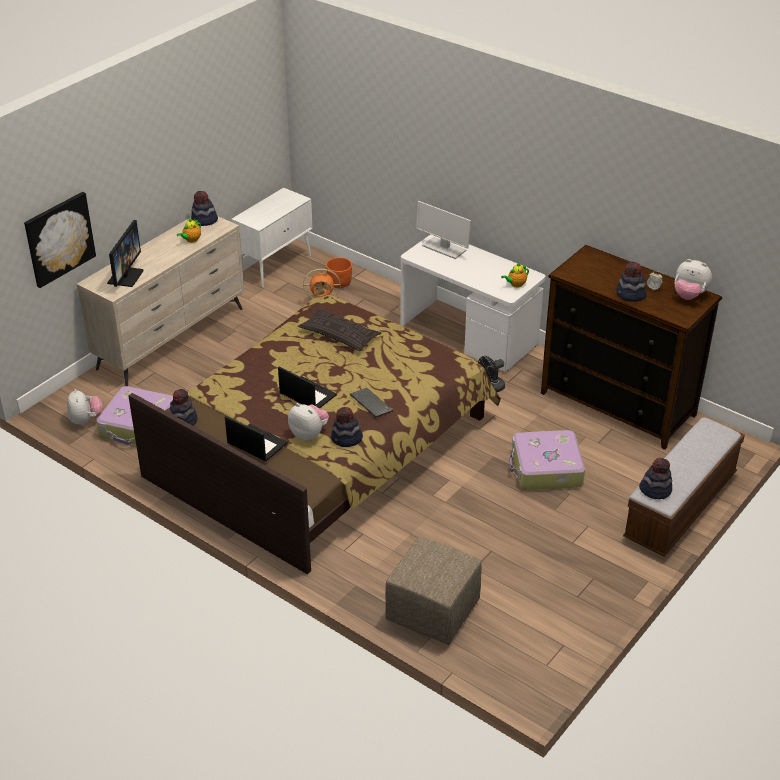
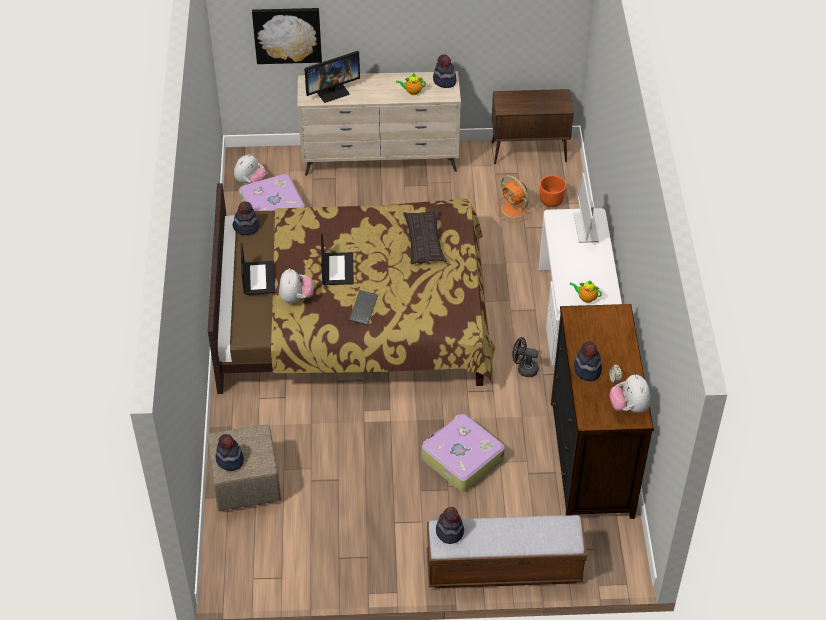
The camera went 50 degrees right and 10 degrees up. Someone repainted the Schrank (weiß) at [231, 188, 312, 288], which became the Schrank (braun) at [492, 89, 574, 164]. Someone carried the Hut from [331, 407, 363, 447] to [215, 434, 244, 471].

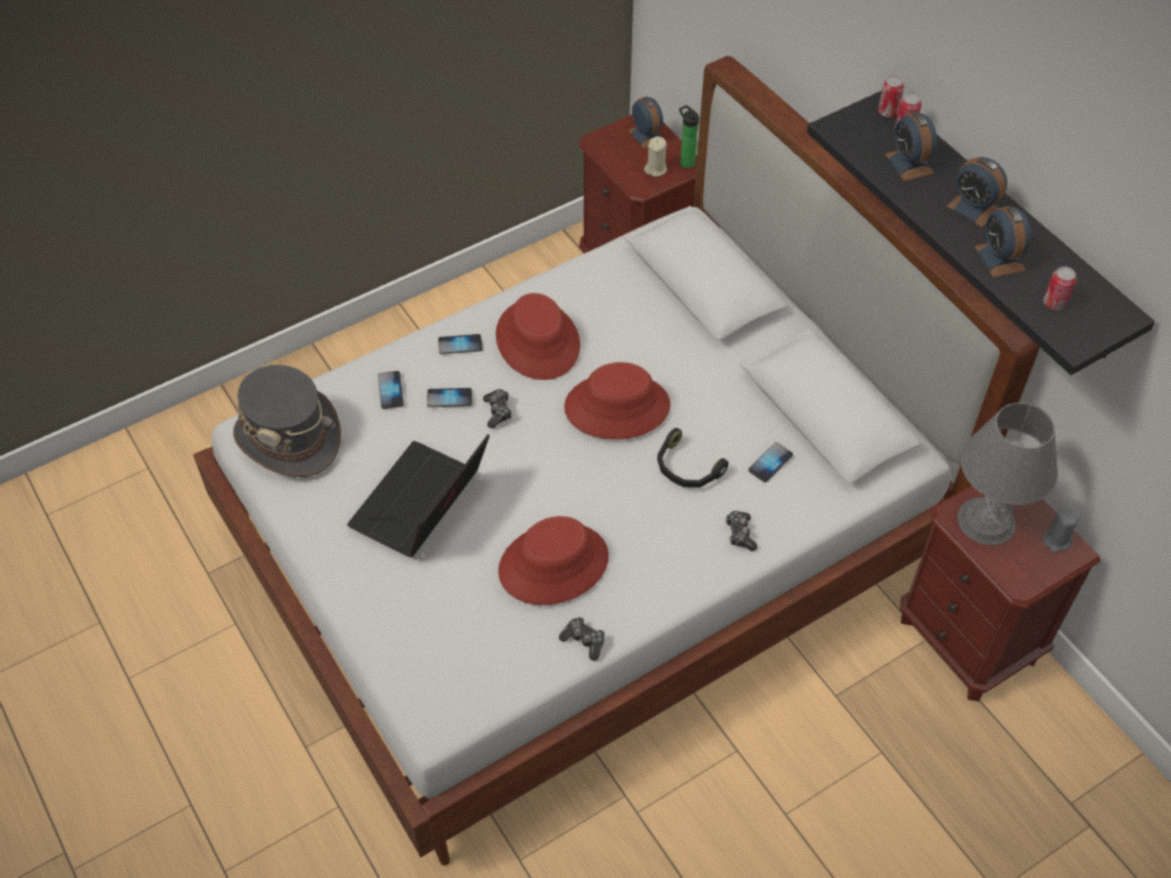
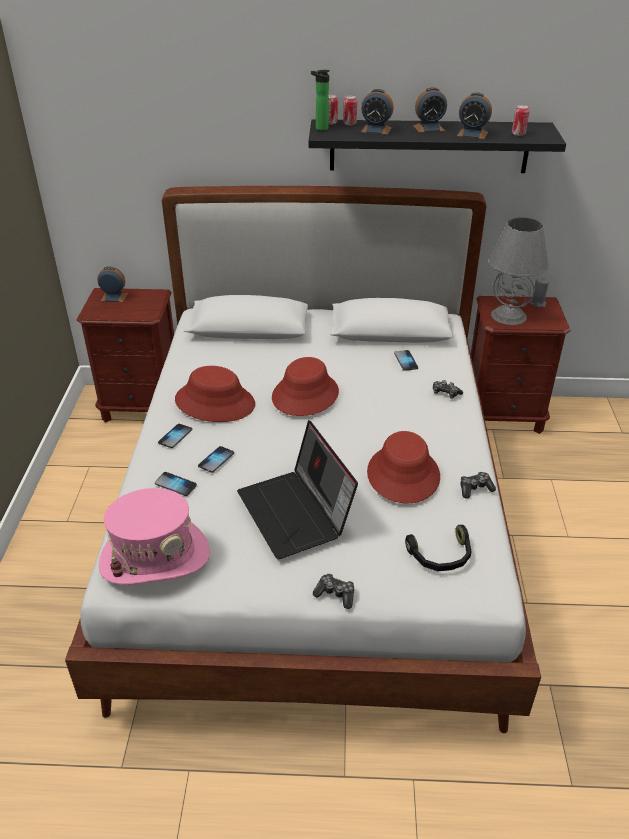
The camera went 55 degrees left and 15 degrees down. Someone carried the Flasche from [679, 105, 699, 168] to [311, 70, 330, 131]. Someone took away the Kerze (beige) at [644, 136, 667, 177]. Someone repainted the Hut (grau) at [233, 365, 341, 477], which became the Hut (rosa) at [99, 488, 210, 585]. Someone carried the Gamepad from [483, 389, 512, 428] to [313, 574, 354, 609]. Someone carried the Kopfhörer (schwarz) from [657, 428, 728, 488] to [405, 525, 471, 571].

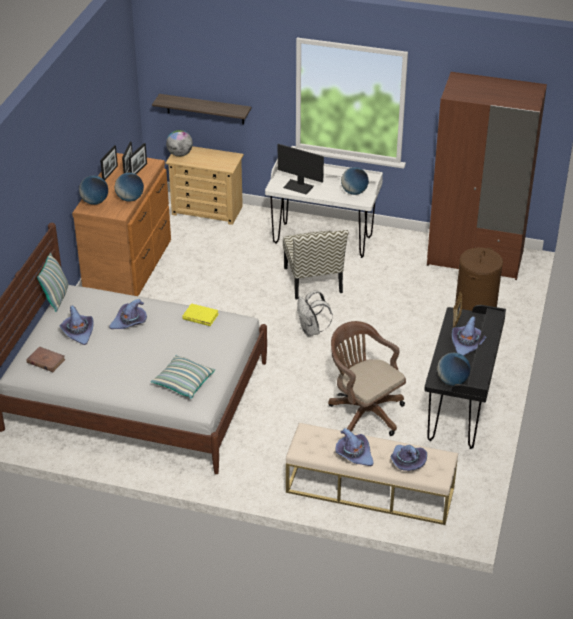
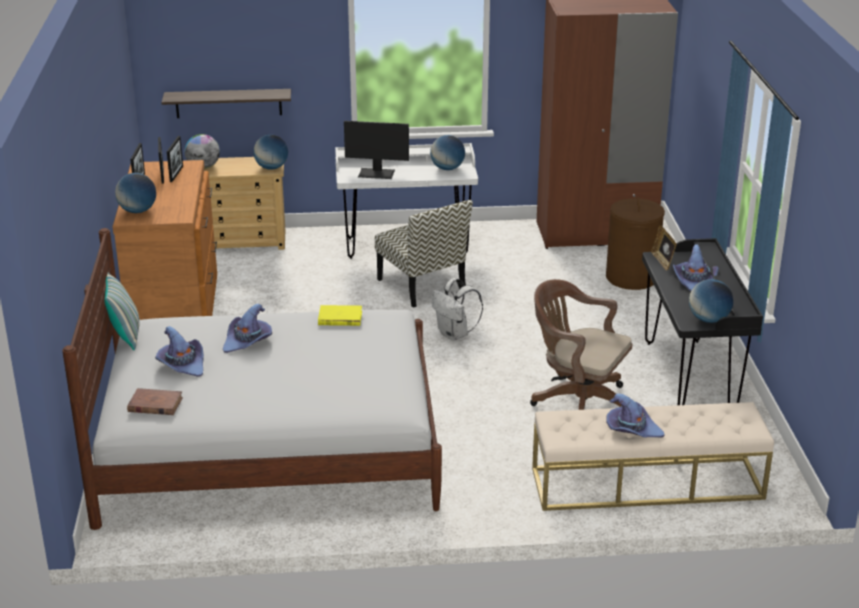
The camera went 20 degrees left and 10 degrees down. Someone carried the Globus from [115, 173, 144, 202] to [253, 135, 288, 170]. Someone took away the Kissen at [151, 355, 215, 399]. Someone took away the Hut (lila) at [390, 445, 427, 471].

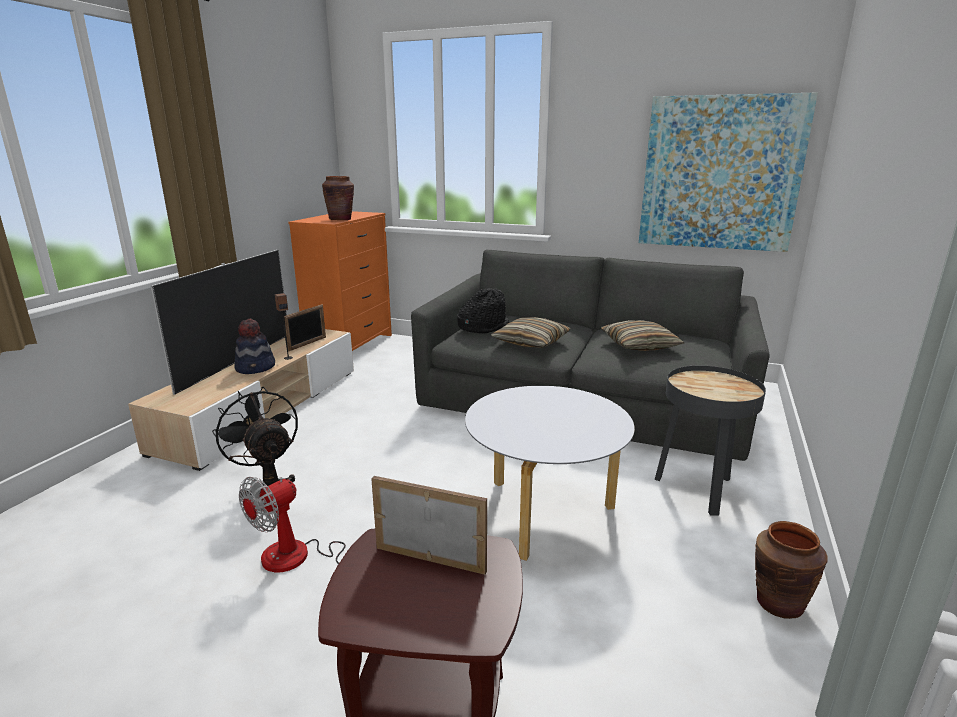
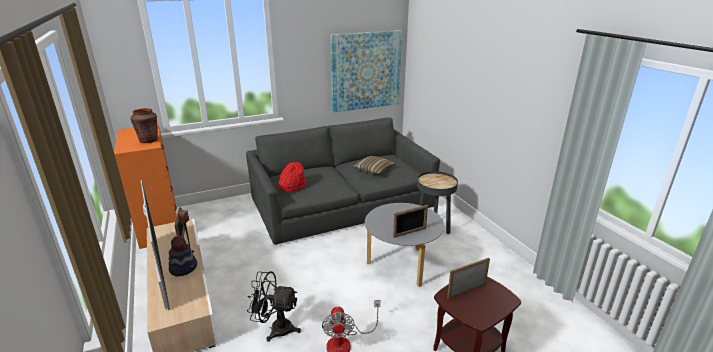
The camera went 45 degrees left and 5 degrees up. Someone repainted the Hut (schwarz) at [457, 288, 509, 333], which became the Hut (rot) at [279, 162, 306, 192]. Someone took away the Kissen at [491, 317, 571, 348]. Someone took away the Vase (braun) at [755, 521, 828, 619]. Someone put down the Bilderrahmen at [393, 205, 428, 238].

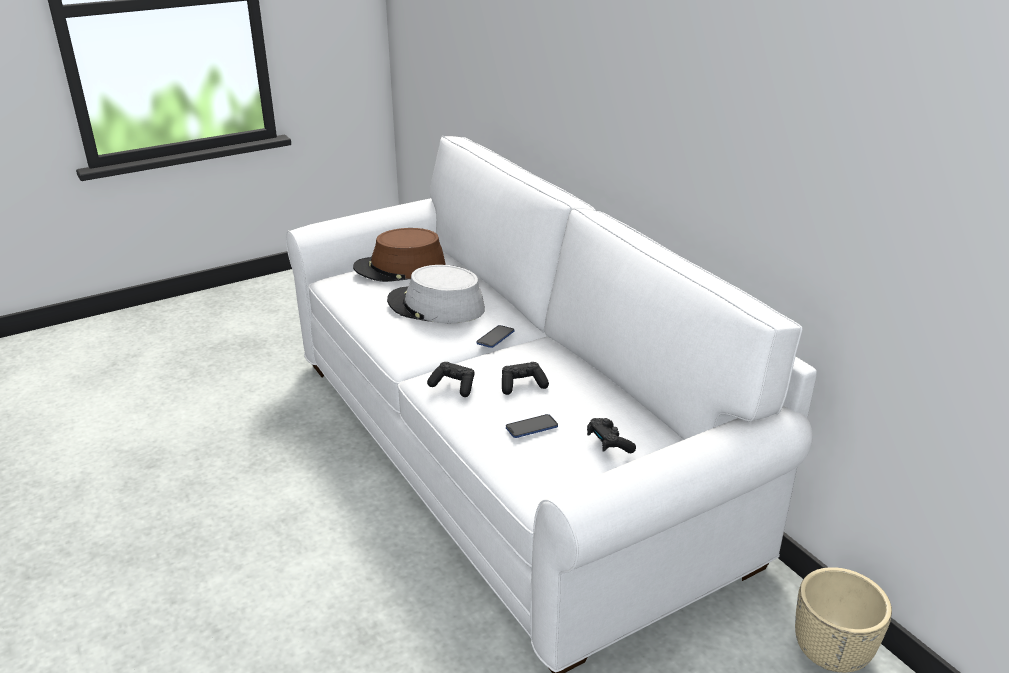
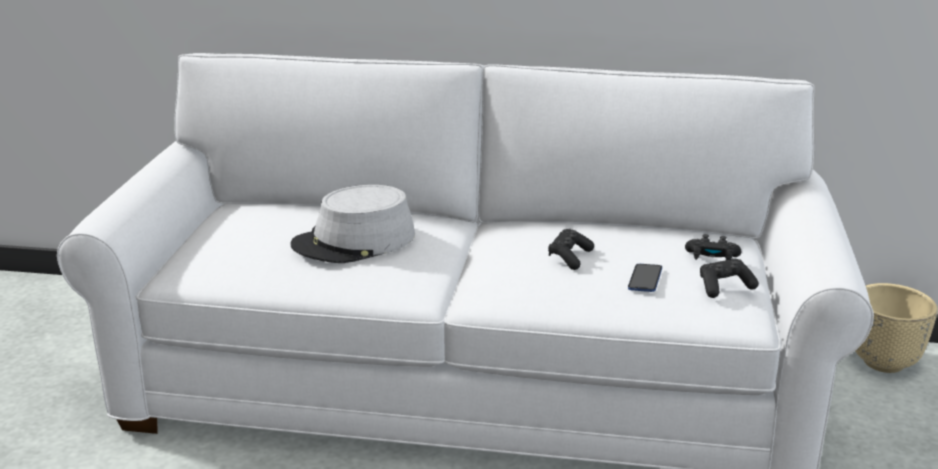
The camera went 50 degrees left and 5 degrees down. Someone took away the Hut (braun) at [353, 228, 446, 282]. Someone took away the Handy at [476, 325, 514, 348]. Someone carried the Gamepad (schwarz) from [427, 362, 475, 397] to [700, 258, 759, 298].

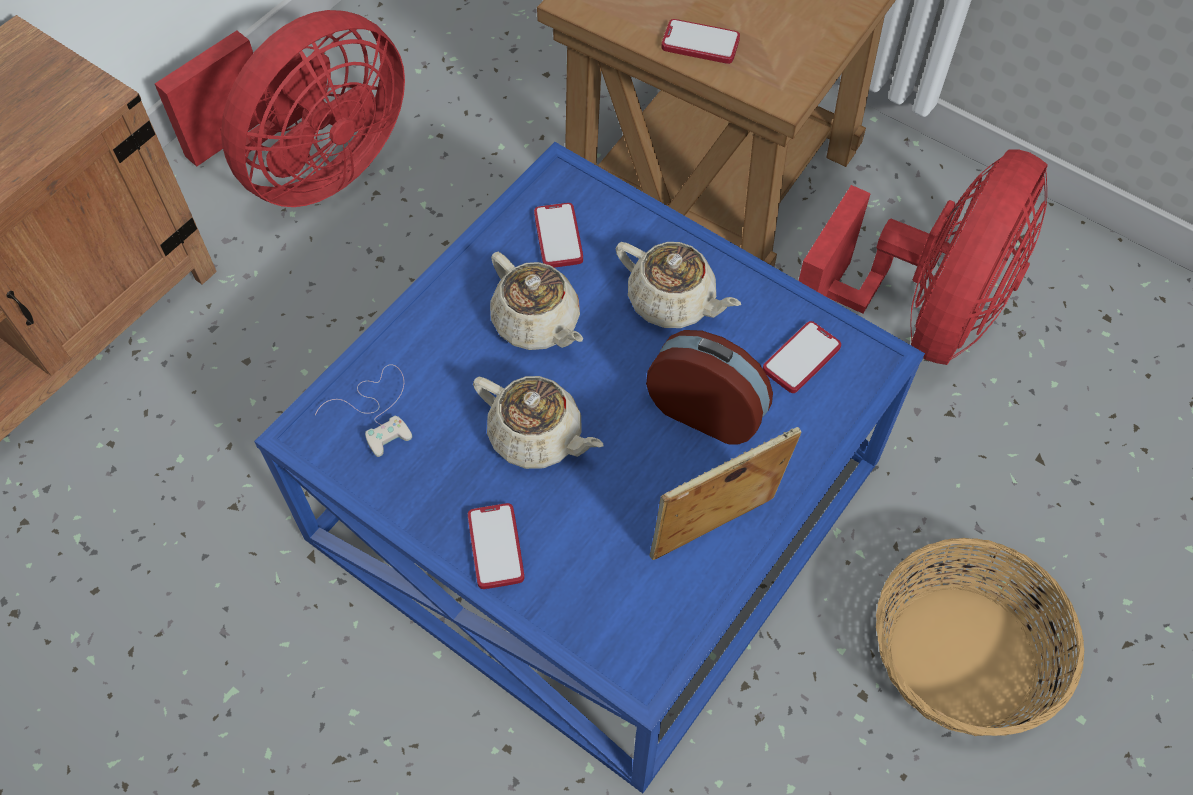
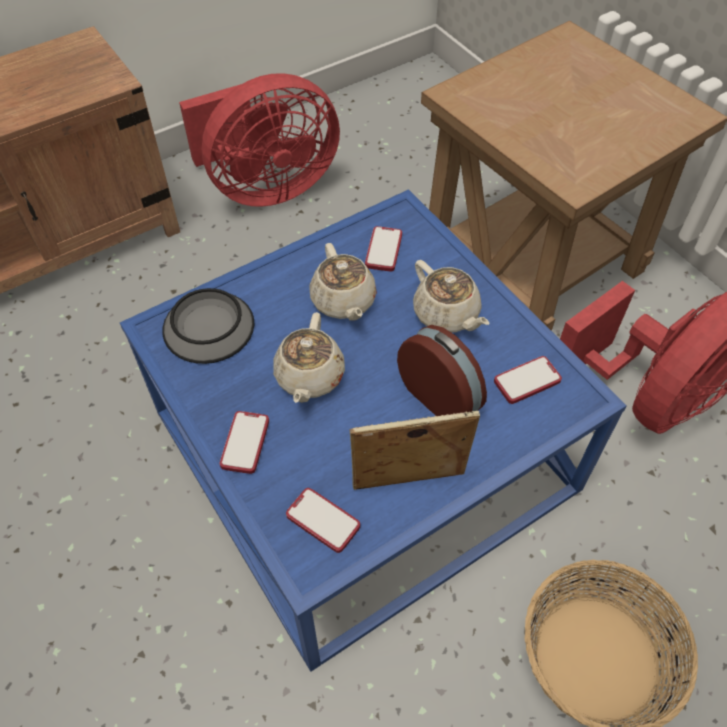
The camera went 20 degrees right and 5 degrees down. Someone carried the Handy from [661, 19, 740, 64] to [286, 488, 360, 553]. Someone swapped the Gamepad (weiß) at [315, 364, 412, 457] for the Schüssel at [162, 288, 254, 364]. Someone rotated the Teekanne (beige) at [473, 376, 604, 469] by 45 degrees clockwise.

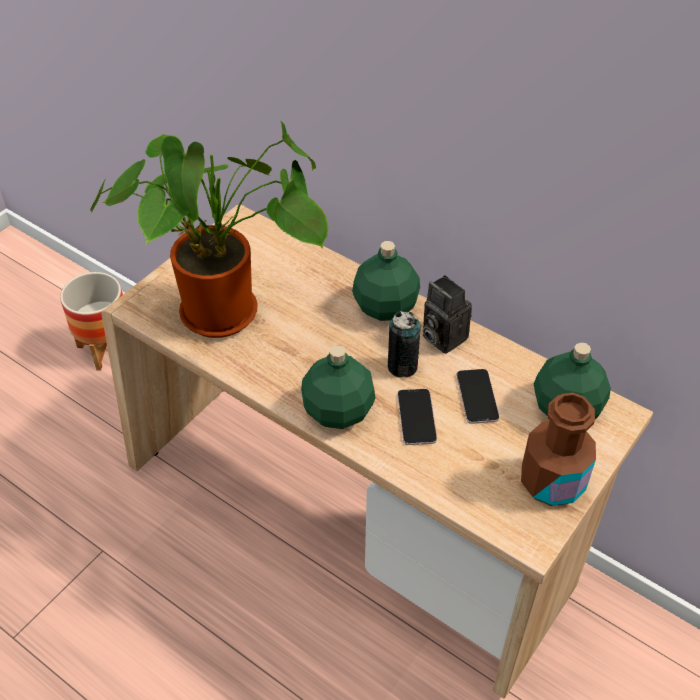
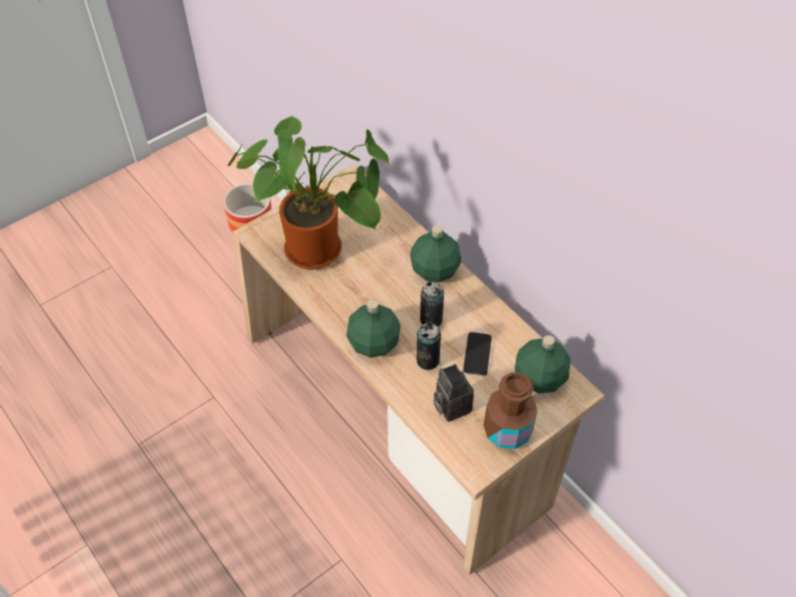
The camera went 15 degrees right and 5 degrees up. Someone carried the Kamera from [423, 275, 472, 354] to [433, 364, 474, 422]. Someone swapped the Handy at [397, 389, 437, 445] for the Dose at [416, 323, 441, 370].

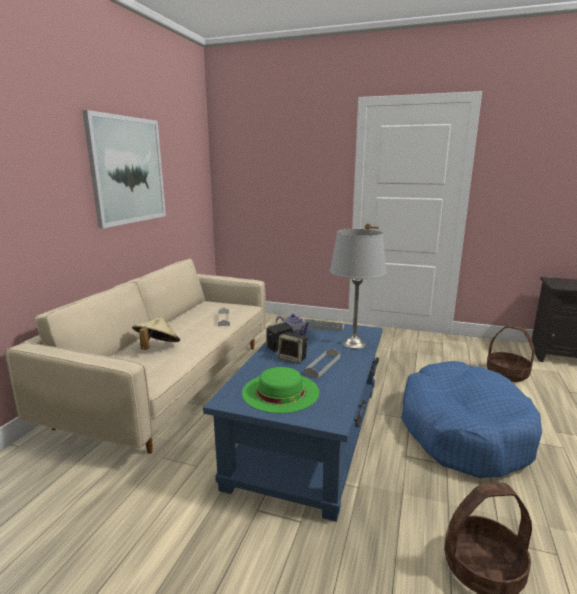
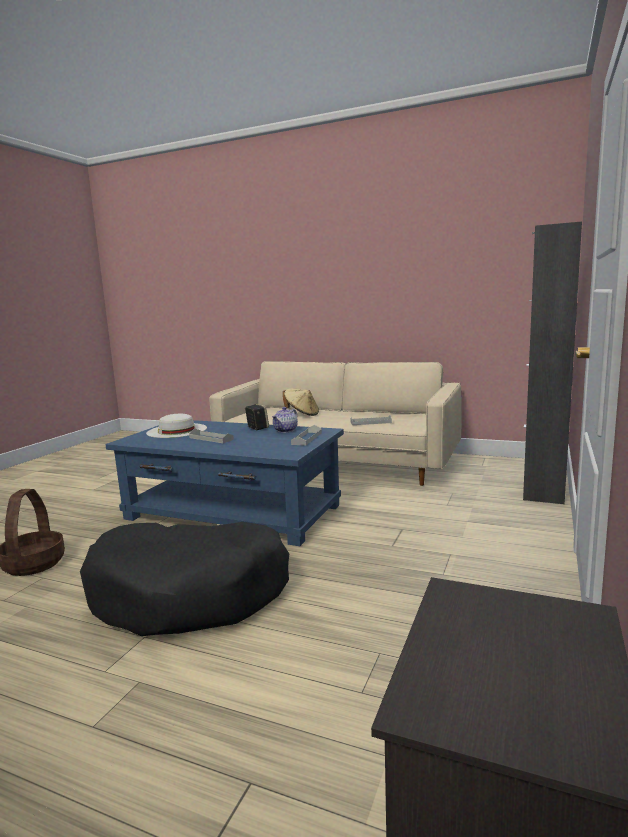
The camera went 95 degrees right and 5 degrees down. Someone took away the Bild at [82, 110, 166, 228]. Someone took away the Tischlampe (grau) at [330, 229, 387, 349]. Someone took away the Korb at [487, 325, 535, 382]. Someone took away the Lautsprecher at [278, 332, 308, 364]. Someone repainted the Hundebett (blau) at [401, 361, 542, 478], which became the Hundebett (schwarz) at [80, 522, 289, 636]. Someone repainted the Hut (grün) at [242, 367, 319, 413], which became the Hut (weiß) at [146, 414, 207, 438]. Someone put down the Schrank (schwarz) at [523, 221, 582, 504].

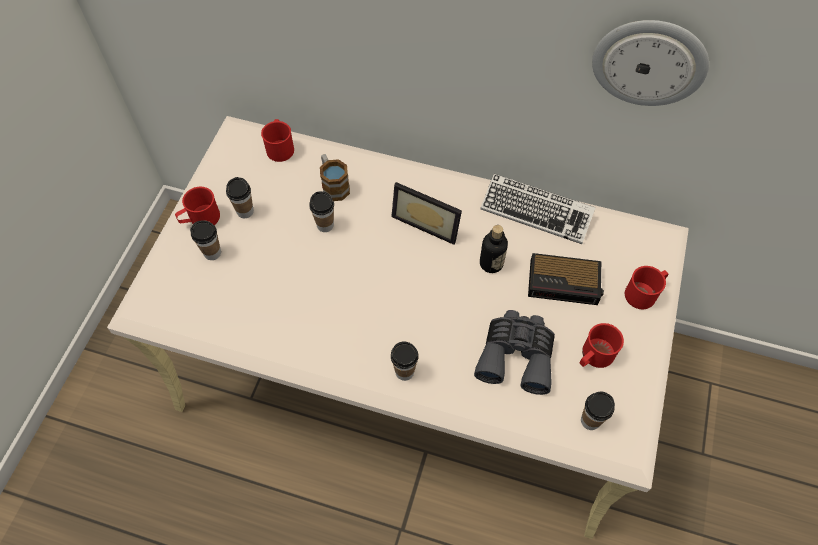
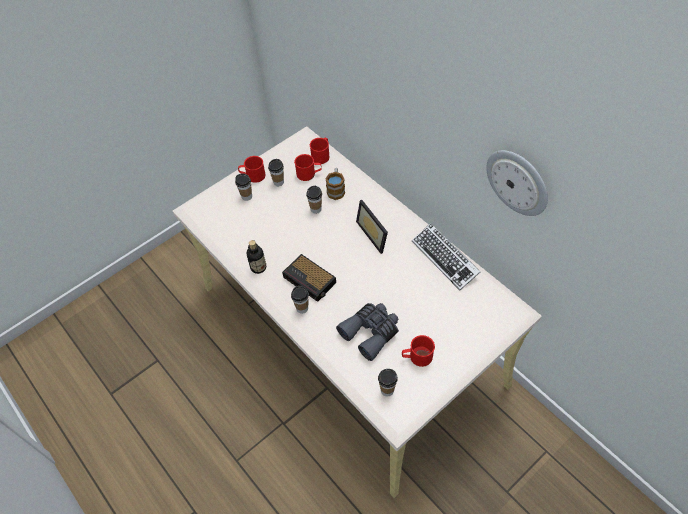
The camera went 35 degrees right and 5 degrees down. Someone carried the Flasche from [480, 225, 508, 273] to [247, 240, 266, 274]. Someone carried the Wecker from [528, 253, 604, 305] to [282, 254, 336, 302]. Someone carried the Henkelbecher (rot) from [625, 266, 668, 309] to [294, 154, 322, 181].

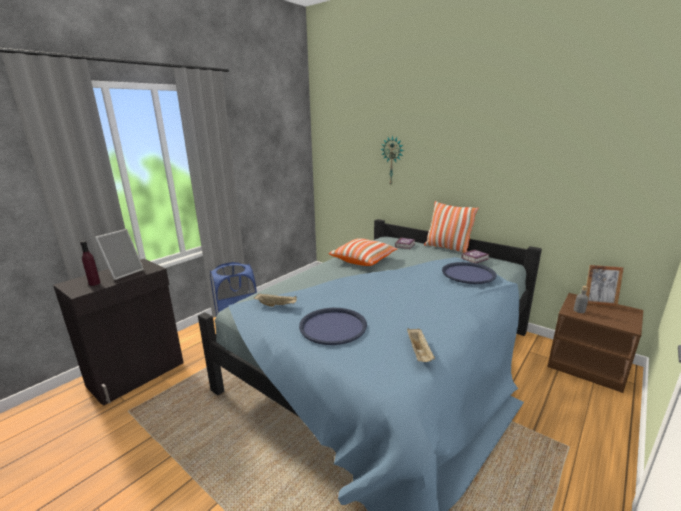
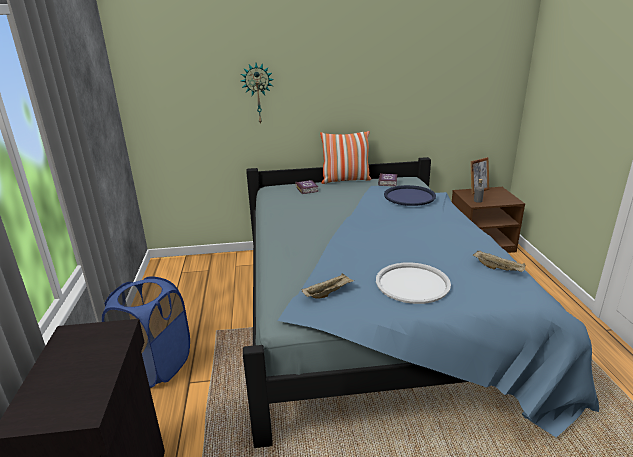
The camera went 45 degrees left and 5 degrees up. Someone took away the Bilderrahmen at [95, 229, 144, 280]. Someone took away the Kissen at [329, 238, 398, 266]. Someone took away the Flasche (lila) at [80, 241, 101, 286]. Someone repainted the Tablett (blau) at [299, 308, 367, 345], which became the Tablett (weiß) at [376, 262, 451, 304].

